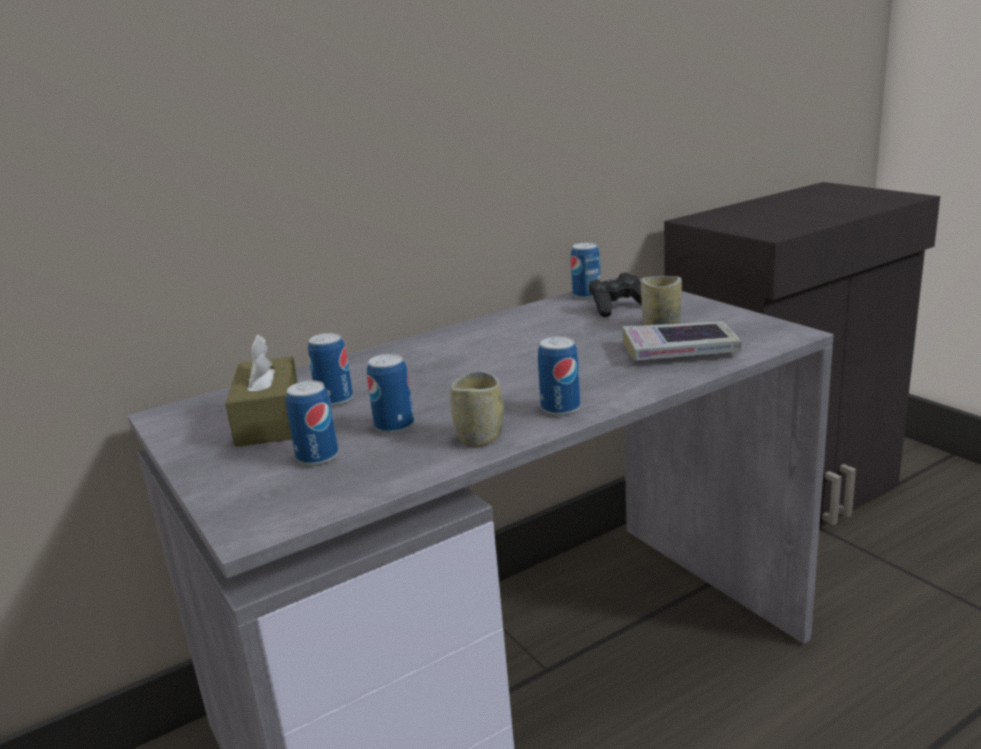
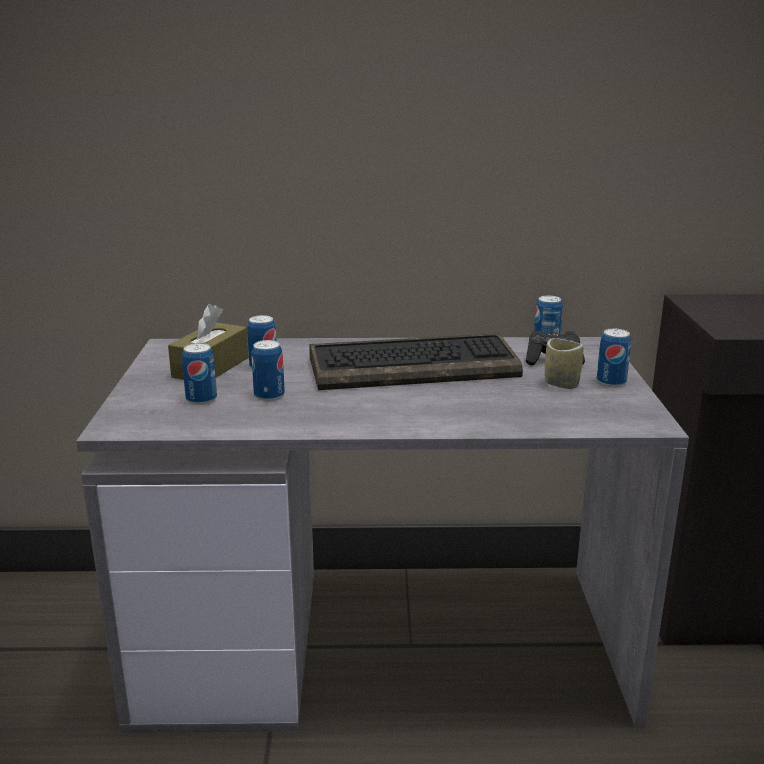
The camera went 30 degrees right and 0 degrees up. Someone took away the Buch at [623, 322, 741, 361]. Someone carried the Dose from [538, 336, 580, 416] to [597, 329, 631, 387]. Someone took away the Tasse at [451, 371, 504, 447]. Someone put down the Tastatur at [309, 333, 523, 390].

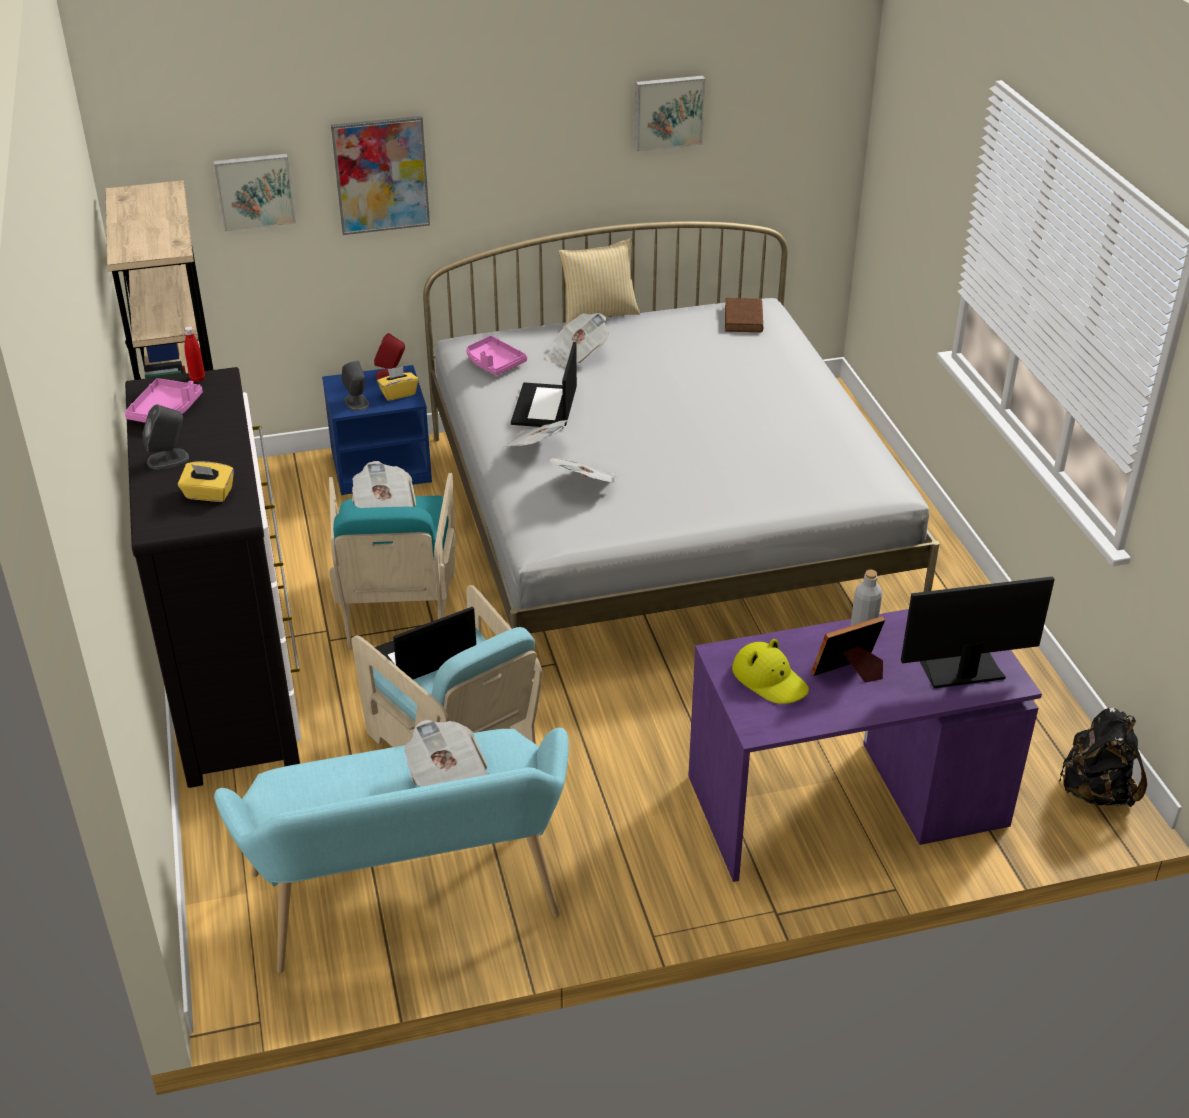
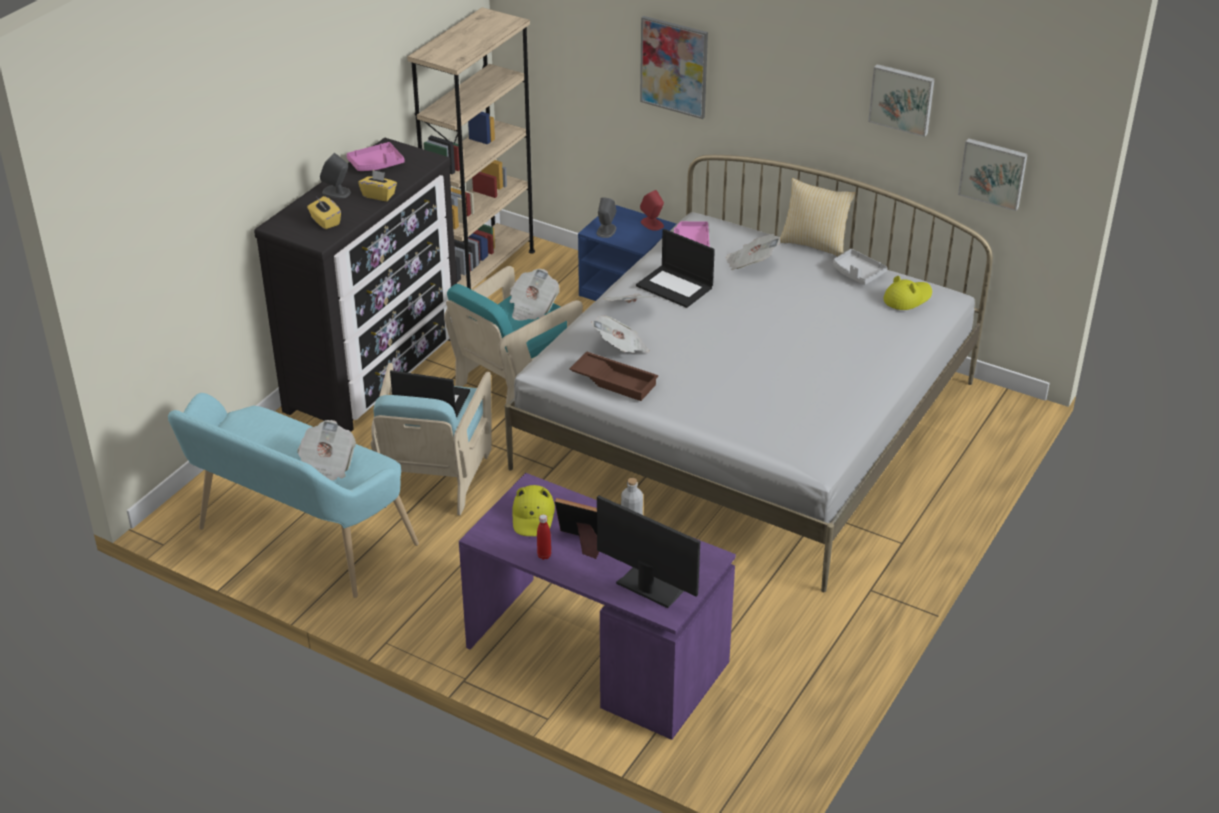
The camera went 45 degrees right and 0 degrees up. Someone carried the Bild from [214, 154, 296, 231] to [958, 138, 1028, 211]. Someone swapped the Buch (braun) at [725, 298, 763, 332] for the Hut (gelb) at [883, 276, 932, 310]. Someone carried the Flasche (rot) from [184, 326, 205, 382] to [537, 514, 551, 560]. Someone rotated the Laptop at [511, 342, 577, 429] by 105 degrees counterclockwise. Someone carried the Taschentuchbox (gelb) from [377, 366, 418, 401] to [358, 170, 397, 201]. Someone took away the Rucksack (schwarz) at [1059, 707, 1147, 807]. Someone put down the Tablett (grau) at [833, 249, 887, 285]. Someone put down the Tablett (braun) at [569, 351, 658, 401].

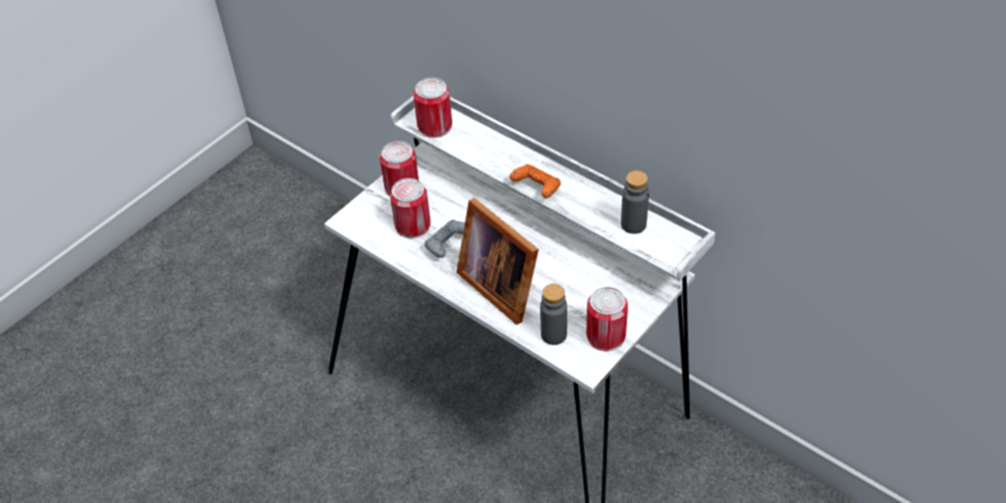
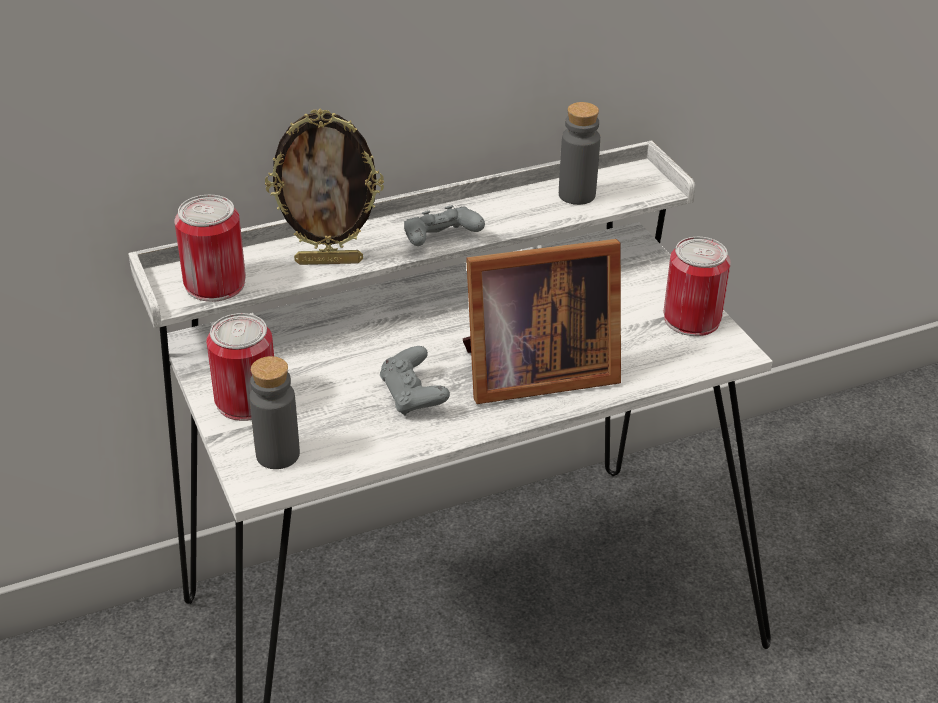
The camera went 65 degrees left and 10 degrees down. Someone repainted the Gamepad (orange) at [510, 164, 561, 198], which became the Gamepad (grau) at [404, 205, 485, 246]. Someone took away the Dose at [390, 178, 431, 238]. Someone carried the Flasche (grau) from [540, 284, 567, 345] to [249, 356, 300, 469]. Someone put down the Bilderrahmen at [265, 108, 384, 265].

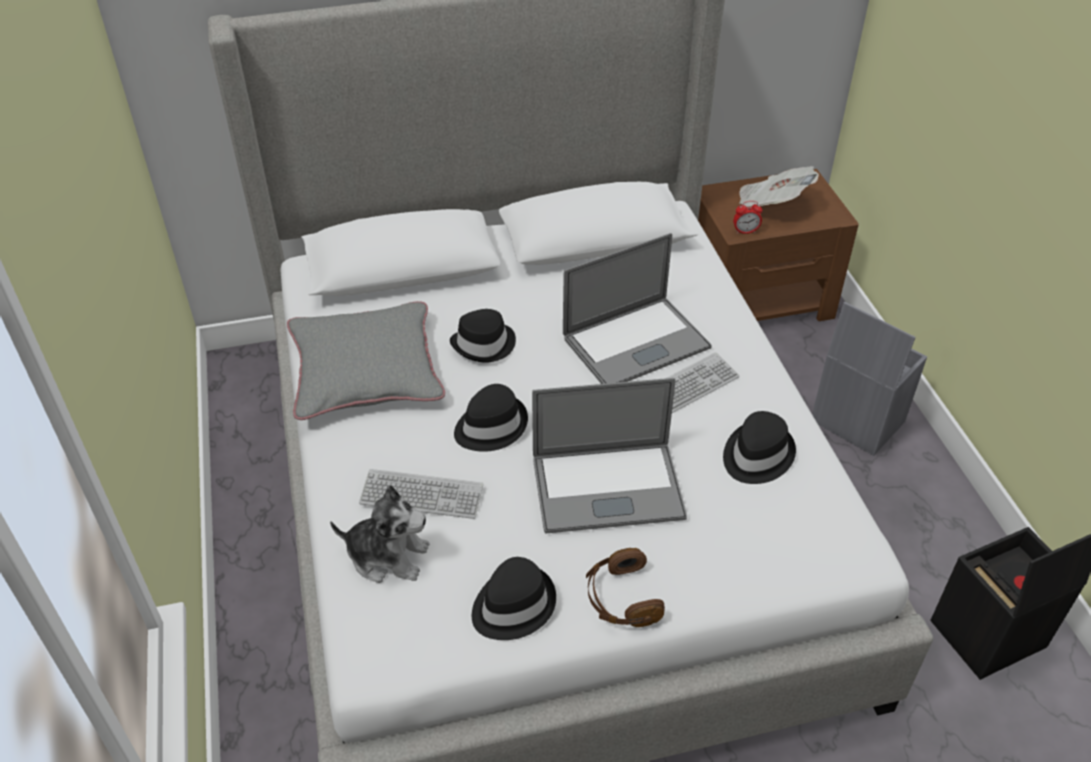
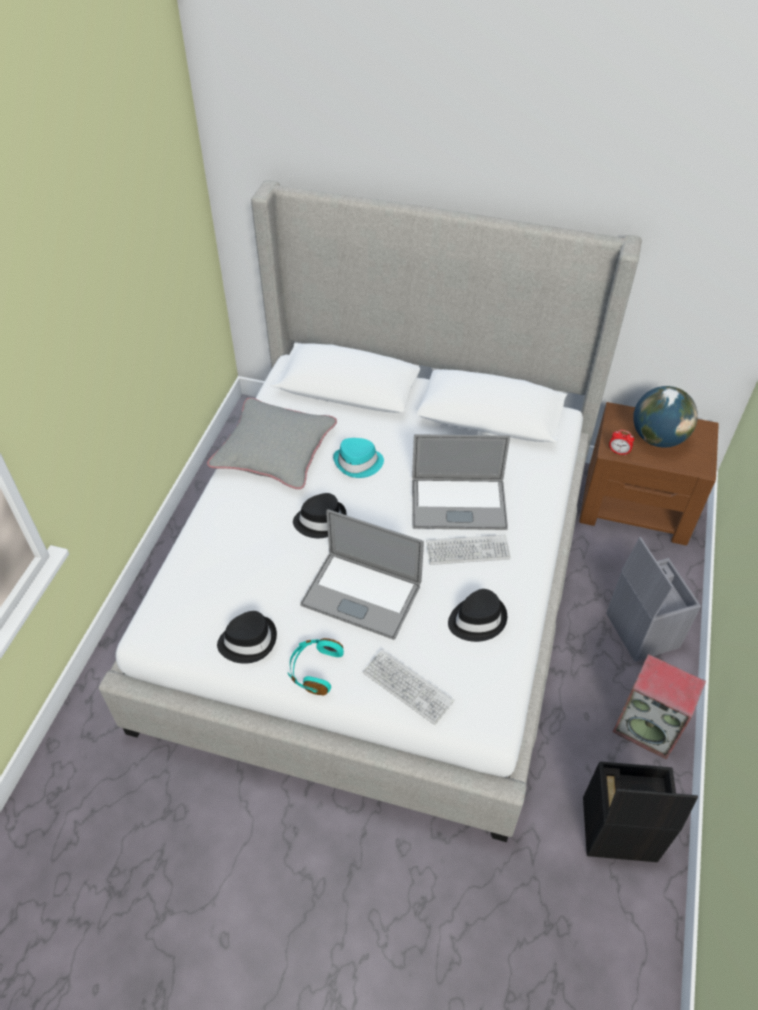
The camera went 30 degrees right and 5 degrees up. Someone swapped the Zeitung at [739, 166, 819, 207] for the Globus at [633, 386, 698, 447]. Someone repainted the Hut (schwarz) at [450, 309, 516, 363], which became the Hut (türkis) at [333, 438, 384, 478]. Someone carried the Tastatur from [359, 469, 483, 519] to [363, 649, 454, 725]. Someone took away the Plüschtier at [330, 485, 430, 583]. Someone repainted the Kopfhörer (braun) at [586, 548, 665, 627], which became the Kopfhörer (türkis) at [288, 638, 344, 696]. Someone put down the Lautsprecher at [613, 654, 706, 760].

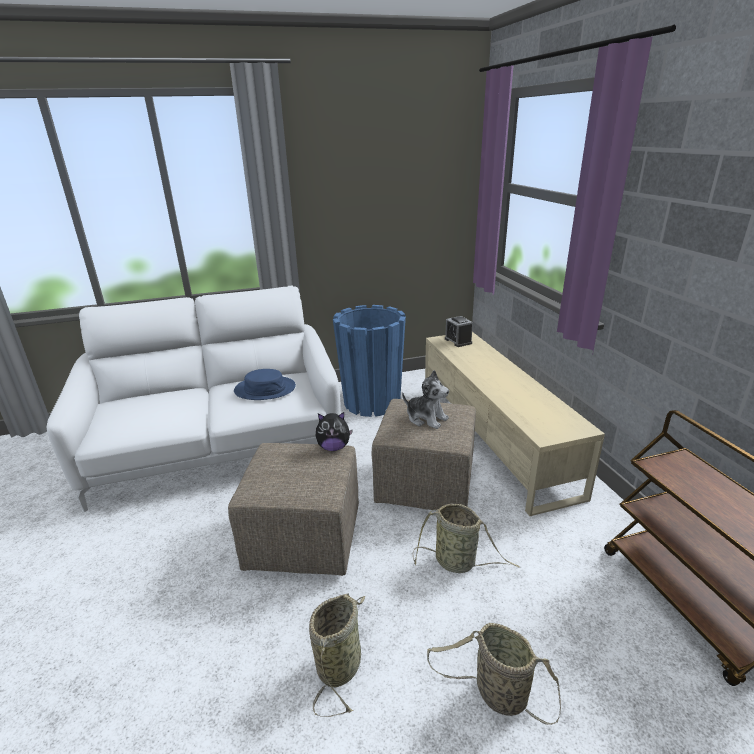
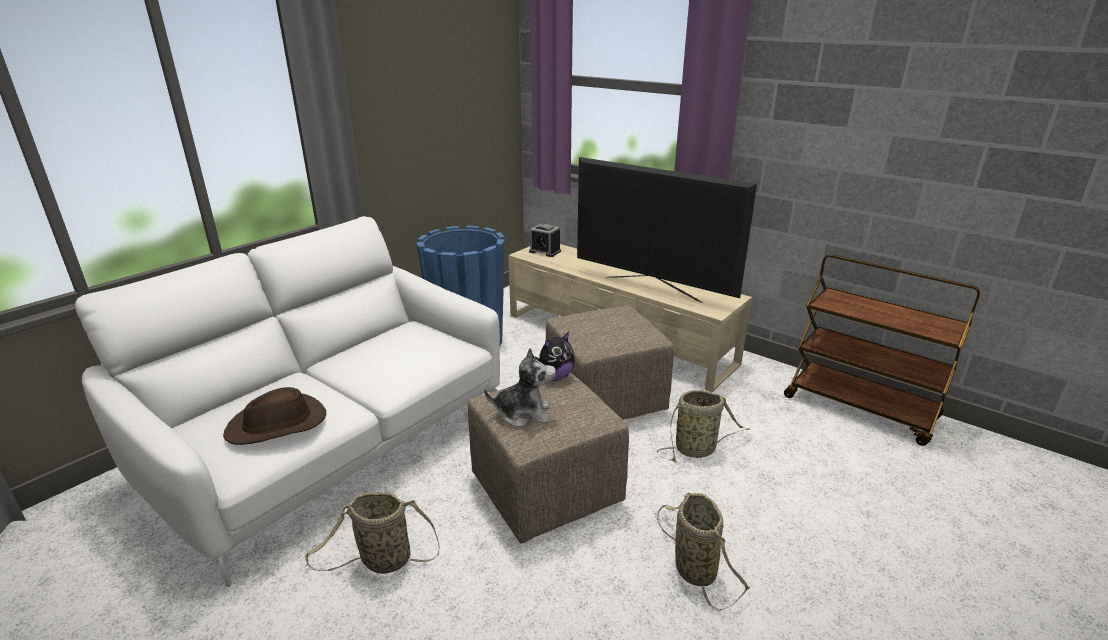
The camera went 35 degrees left and 0 degrees up. Someone took away the Hut (blau) at [234, 369, 296, 400]. Someone carried the Plüschtier from [402, 370, 449, 429] to [484, 348, 556, 427]. Someone carried the Korb from [427, 623, 561, 725] to [305, 492, 440, 574]. Someone put down the Fernseher at [577, 157, 757, 303]. Someone put down the Hut (braun) at [223, 387, 326, 445].

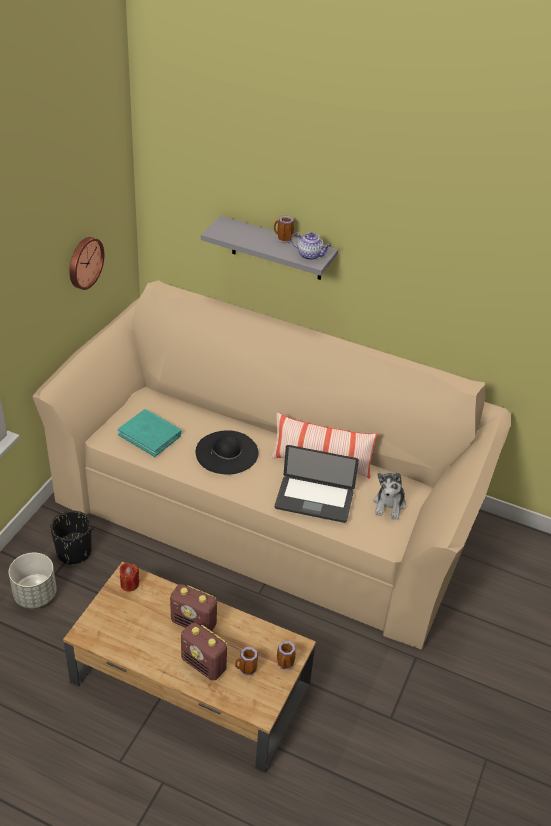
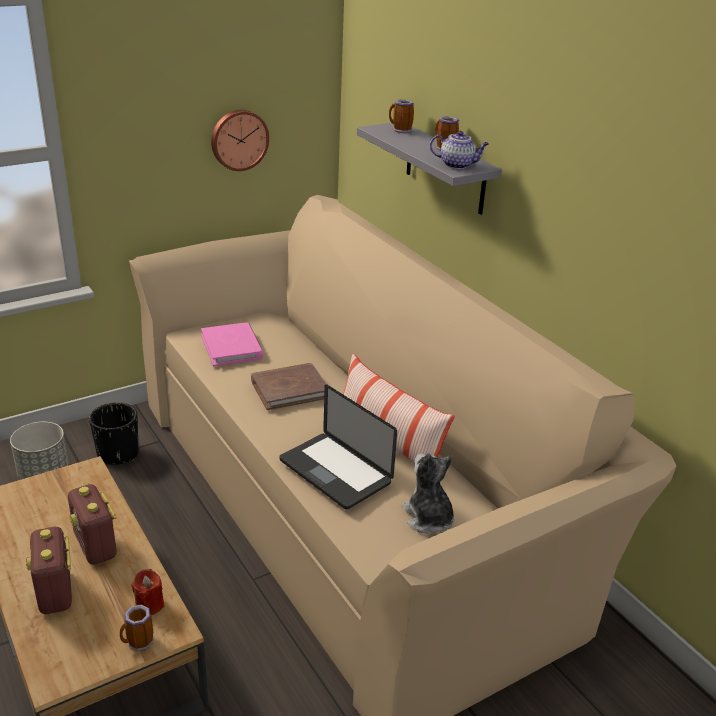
The camera went 35 degrees right and 10 degrees down. Someone rotated the Teekanne at [291, 232, 331, 260] by 45 degrees counterclockwise. Someone repainted the Buch (türkis) at [118, 409, 182, 457], which became the Buch (rosa) at [201, 322, 264, 366]. Someone swapped the Hut (schwarz) at [196, 430, 258, 475] for the Buch (braun) at [251, 363, 326, 410]. Someone rotated the Plüschtier at [374, 472, 406, 520] by 105 degrees clockwise. Someone carried the Kerze (rot) from [120, 562, 139, 592] to [131, 569, 164, 615]. Someone carried the Henkelbecher from [235, 647, 258, 676] to [389, 99, 414, 133].

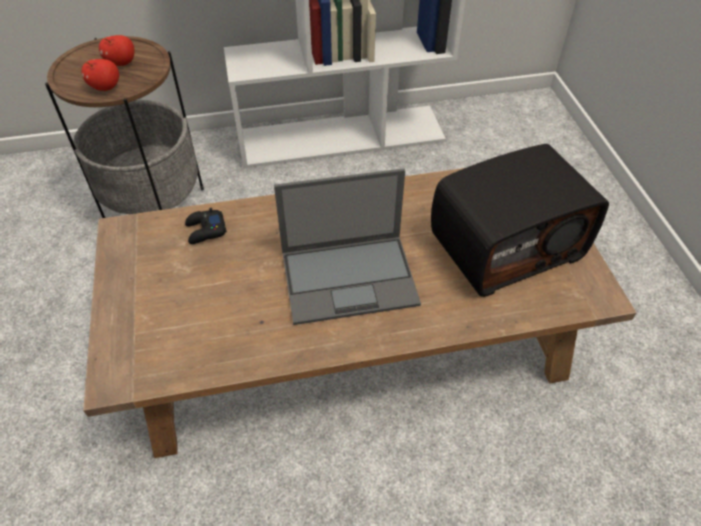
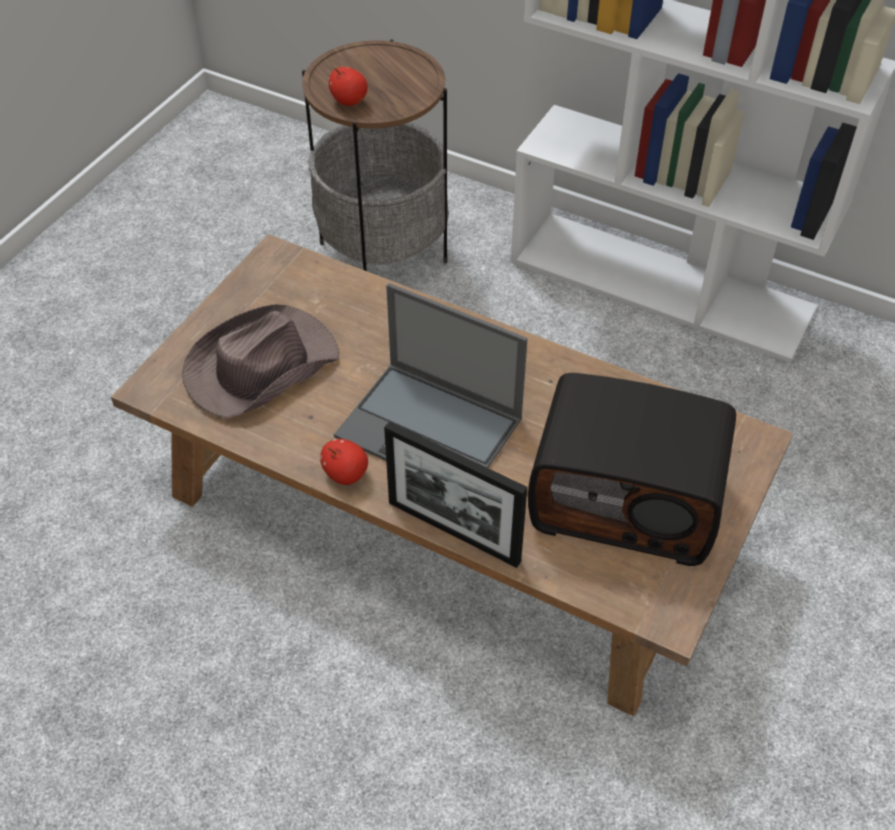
The camera went 40 degrees right and 0 degrees up. Someone carried the Apfel from [99, 35, 135, 66] to [320, 439, 368, 485]. Someone took away the Gamepad (schwarz) at [185, 208, 227, 244]. Someone put down the Hut (braun) at [182, 304, 339, 418]. Someone put down the Bilderrahmen at [384, 421, 527, 568].

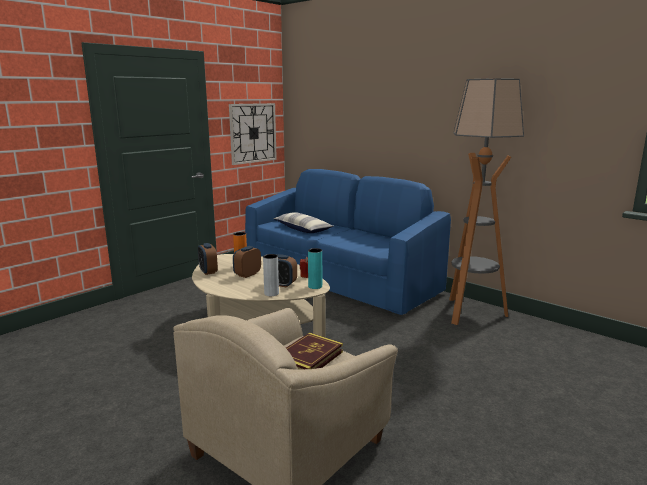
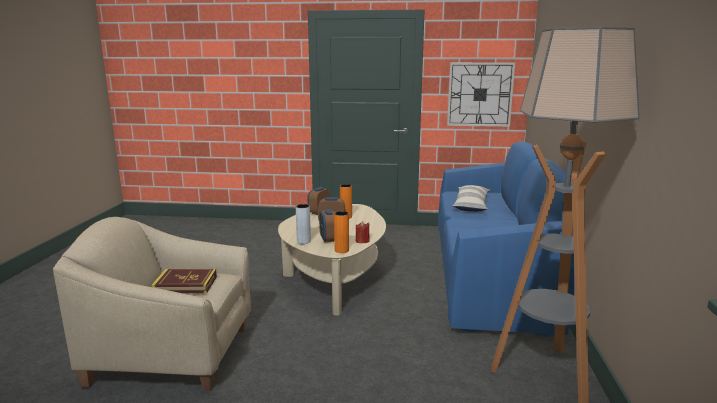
The camera went 55 degrees right and 0 degrees up. Someone repainted the Vase (türkis) at [308, 248, 322, 289], which became the Vase (orange) at [334, 211, 349, 253].

